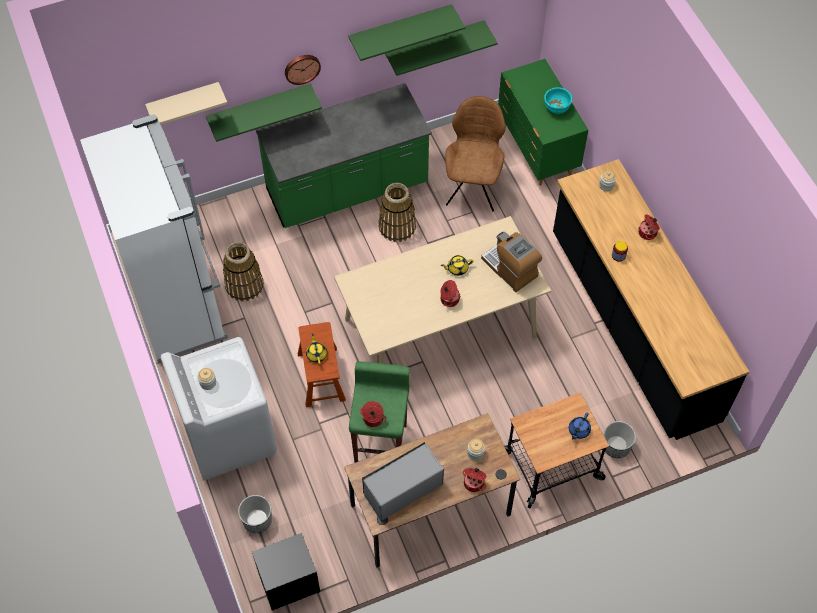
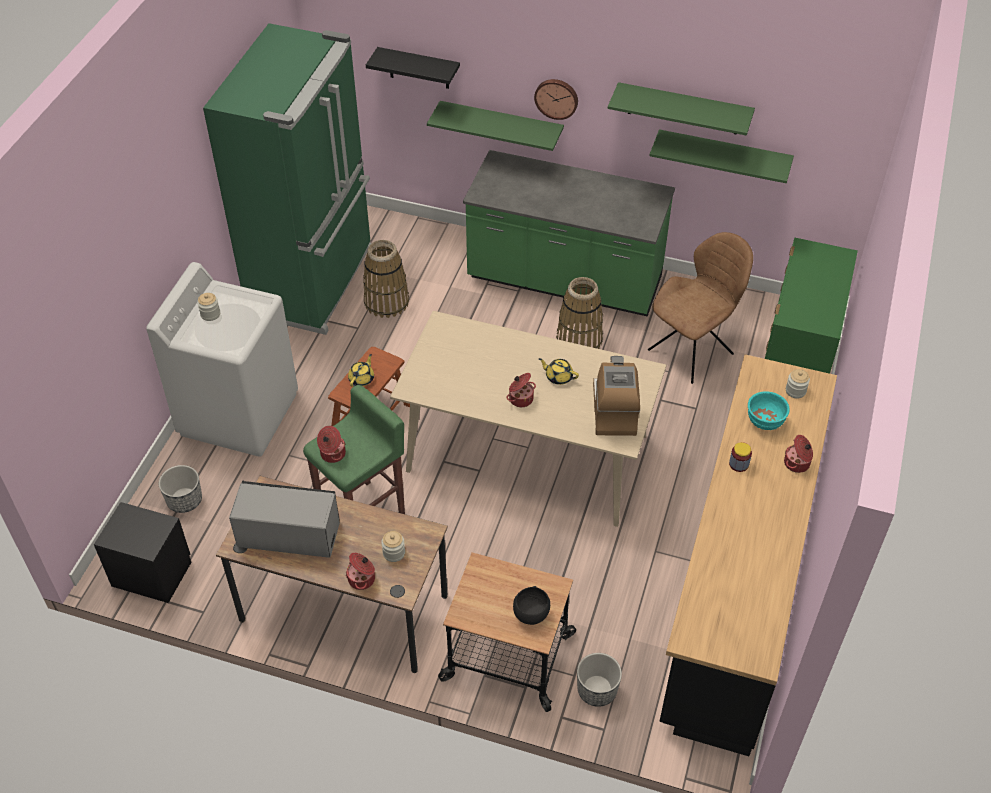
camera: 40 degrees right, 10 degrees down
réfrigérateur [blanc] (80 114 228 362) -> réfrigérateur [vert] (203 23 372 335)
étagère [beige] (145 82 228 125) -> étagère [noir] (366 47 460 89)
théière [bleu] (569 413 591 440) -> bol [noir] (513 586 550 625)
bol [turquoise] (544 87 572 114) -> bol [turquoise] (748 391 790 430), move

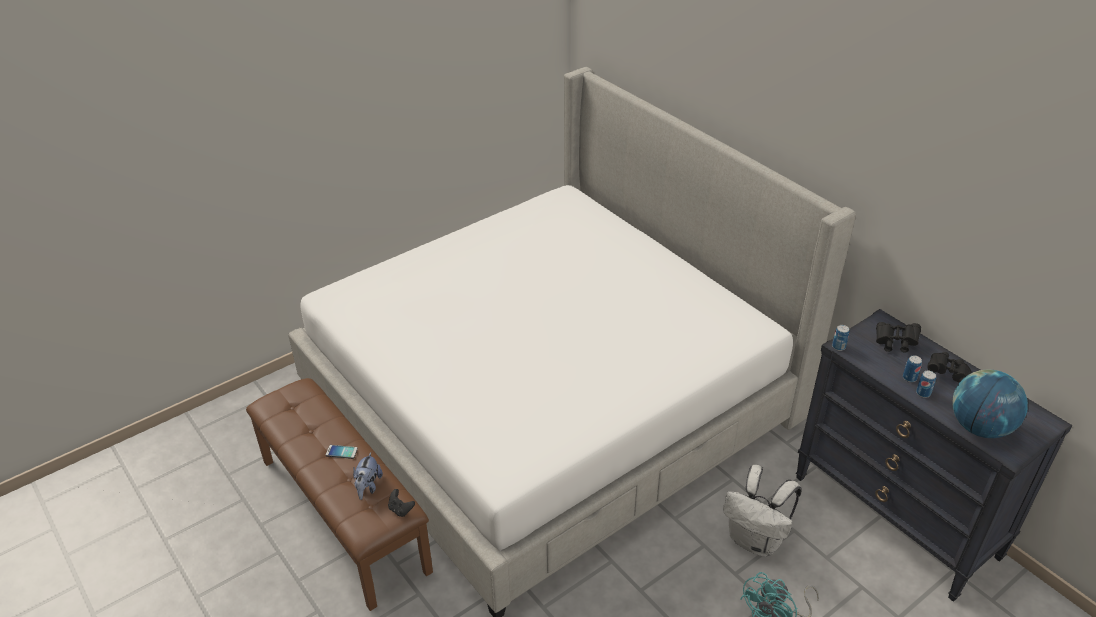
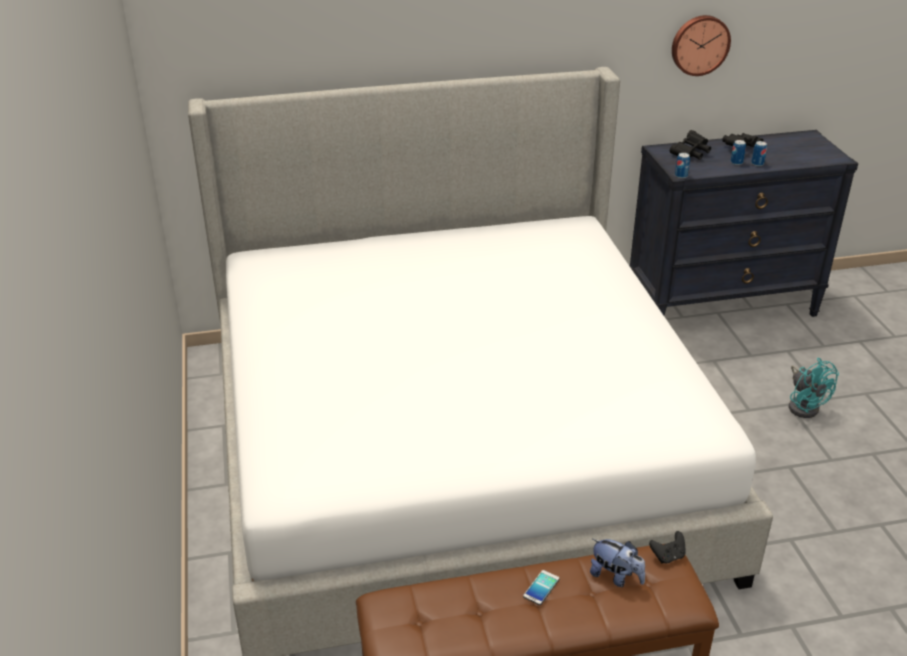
camera: 65 degrees left, 5 degrees down
none -> horloge murale (672 15 731 76)
sac à dos [blanc] (723 465 802 557) -> none
globe (952 369 1028 438) -> none

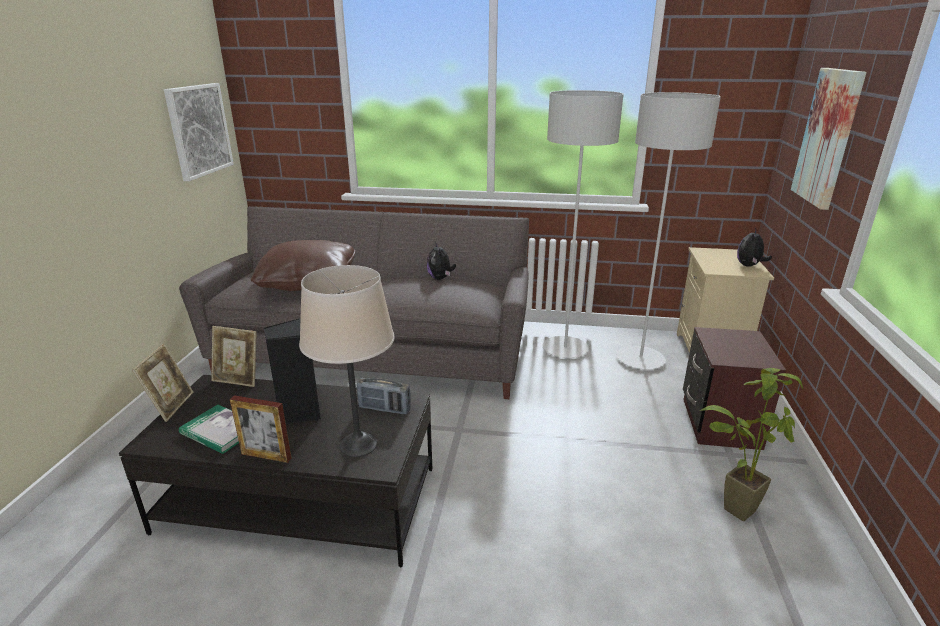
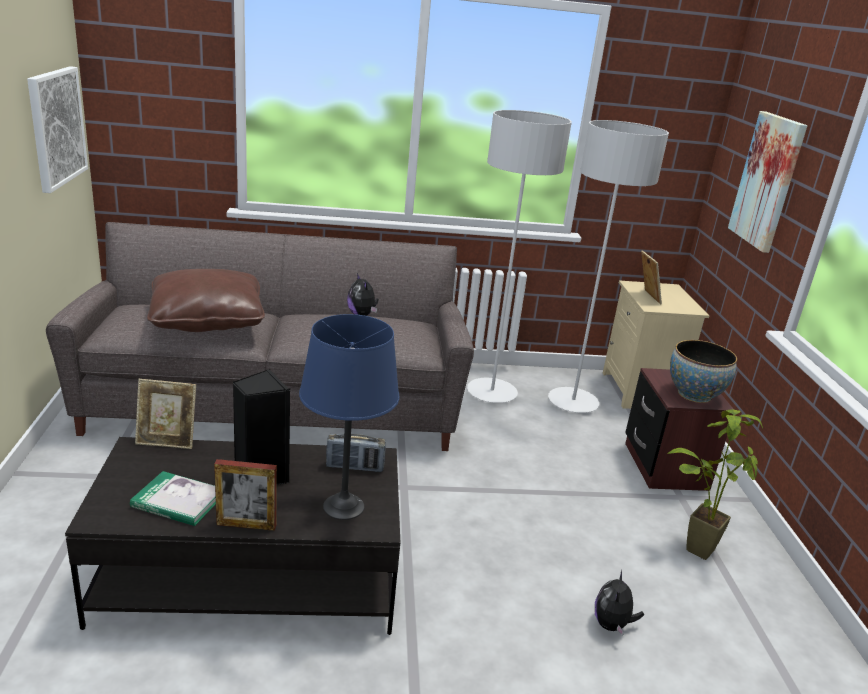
camera: 15 degrees left, 0 degrees up
lampe de table [beige] (299 265 395 457) -> lampe de table [bleu] (299 314 399 520)
peluche (737 229 772 267) -> peluche (595 571 644 636), move
cadre photo (132 344 193 422) -> cadre photo (641 250 662 304), move
none -> bol (670 340 737 403)

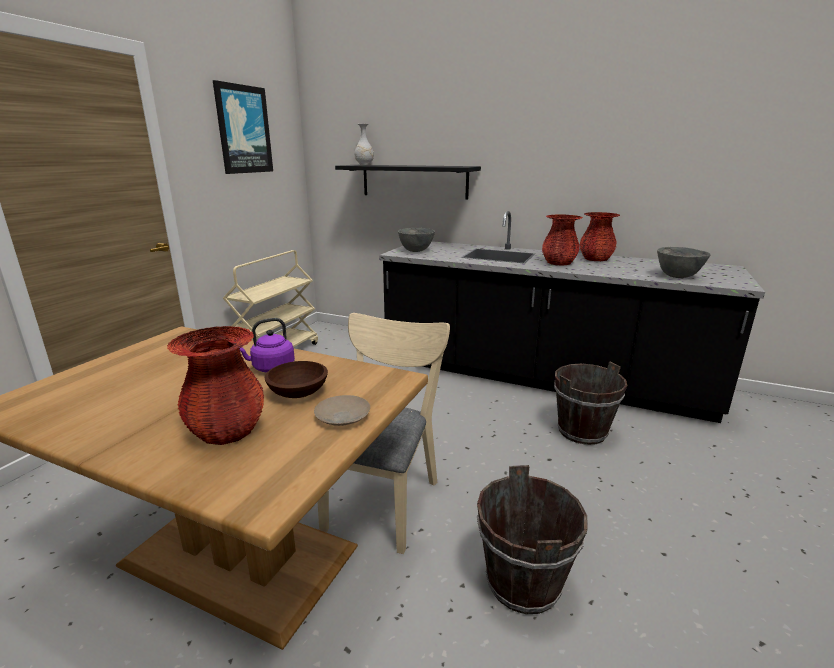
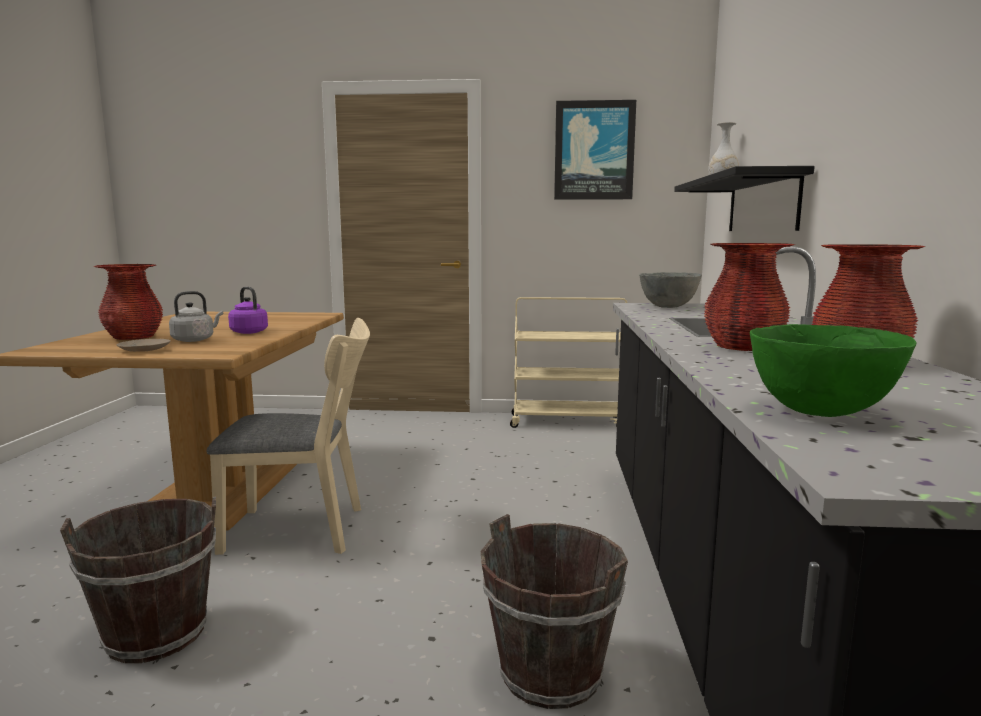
camera: 70 degrees right, 10 degrees down
bol [marron] (265 361 328 398) -> bouilloire [gris] (169 291 223 342)
bol [gris] (657 247 711 278) -> bol [vert] (750 324 917 417)

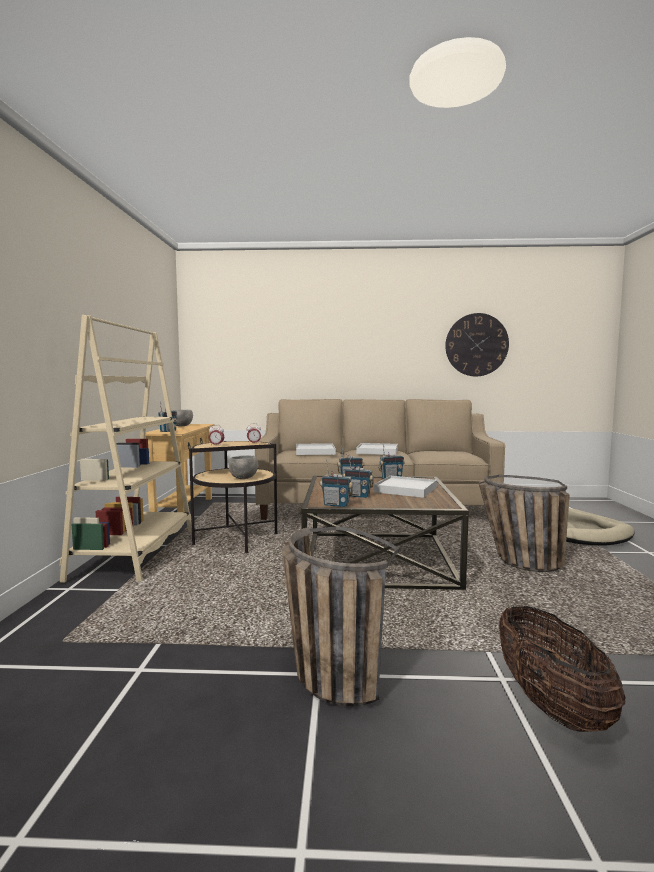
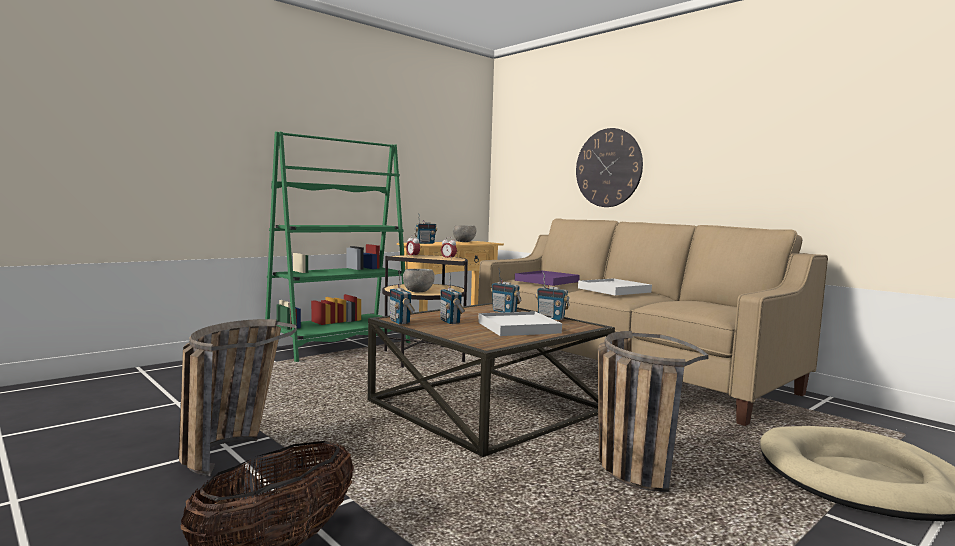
camera: 45 degrees right, 0 degrees up
bibliothèque [beige] (60 315 192 583) -> bibliothèque [vert] (265 131 410 362)
plateau [blanc] (296 443 336 455) -> plateau [violet] (515 271 580 286)
horloge murale (445 313 509 376) -> horloge murale (576 128 643 207), move

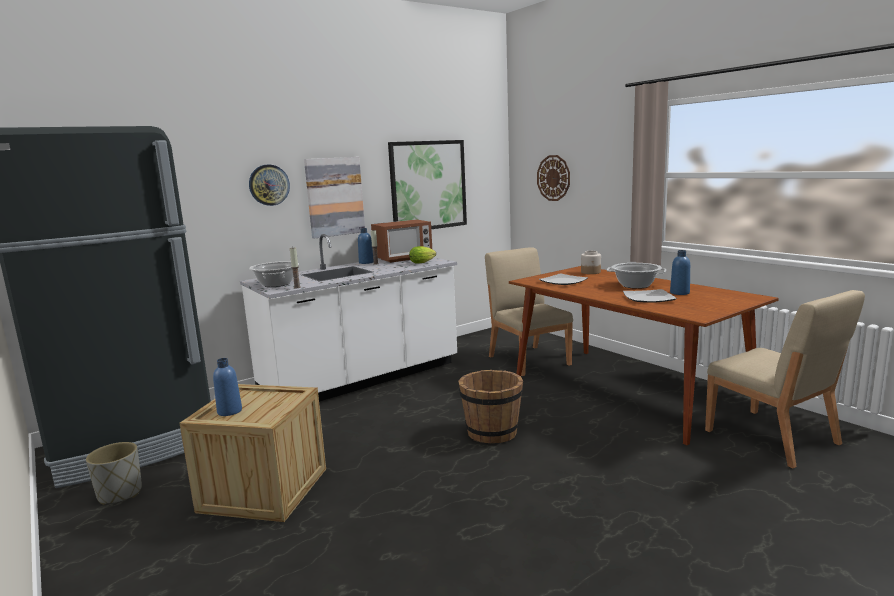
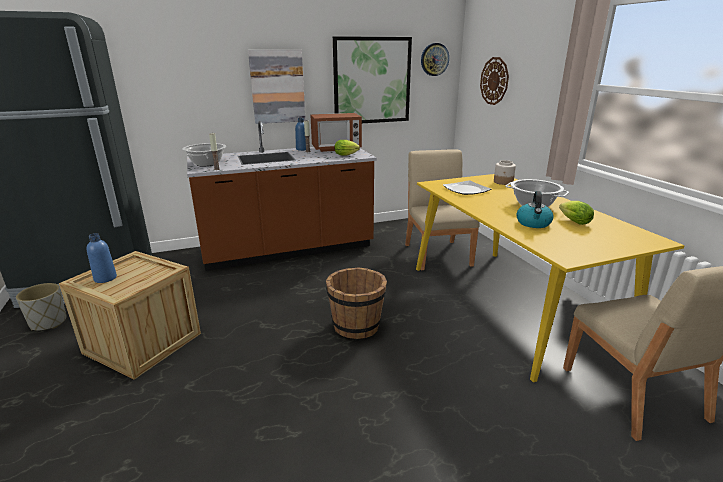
camera: 15 degrees right, 10 degrees up
comptoir de cuisine [blanc] (240 234 457 402) -> comptoir de cuisine [marron] (187 121 377 271)
table à manger [marron] (509 266 779 445) -> table à manger [jaune] (416 174 685 382)
horloge murale (249 164 290 206) -> horloge murale (421 43 449 76), move
assiette (623 289 677 303) -> bouilloire (516 191 553 228)
bouteille [bleu] (670 250 690 295) -> laitue (559 201 594 225)

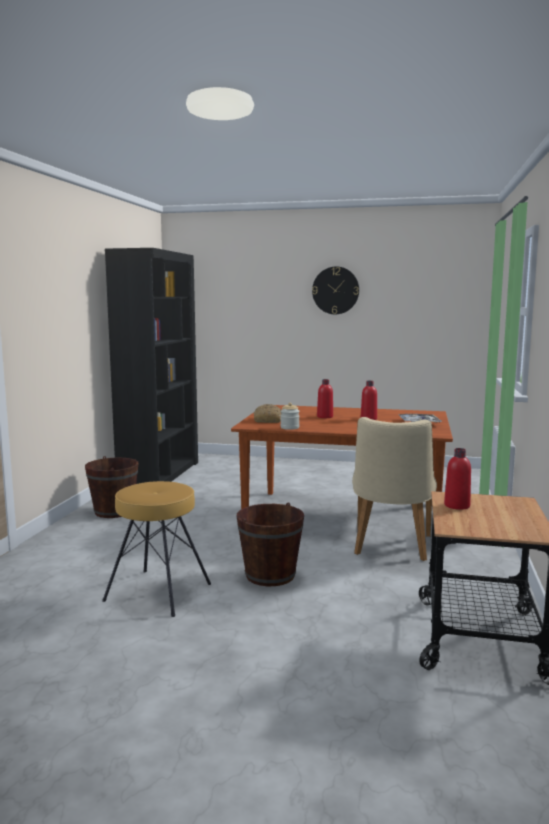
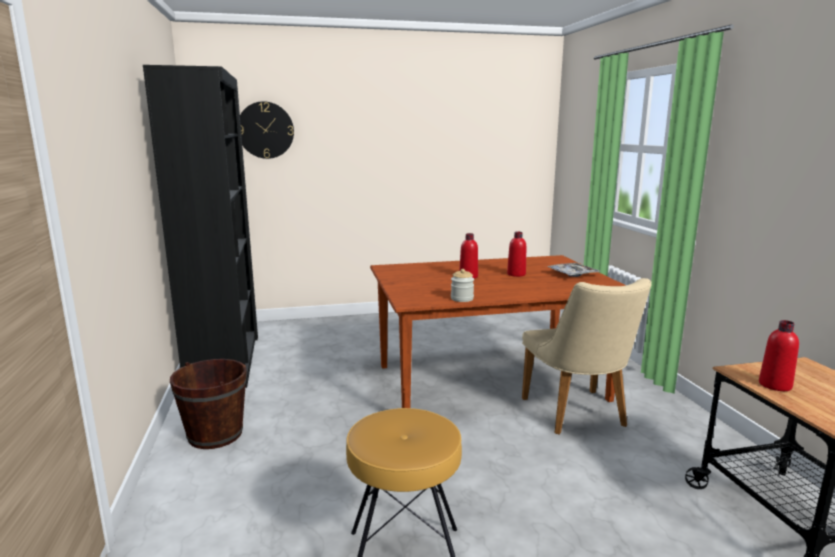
camera: 25 degrees left, 5 degrees up
horloge murale (312 267 359 314) -> horloge murale (240 101 294 159), move
seau [marron] (237 502 304 586) -> none
pain (254 404 281 423) -> none

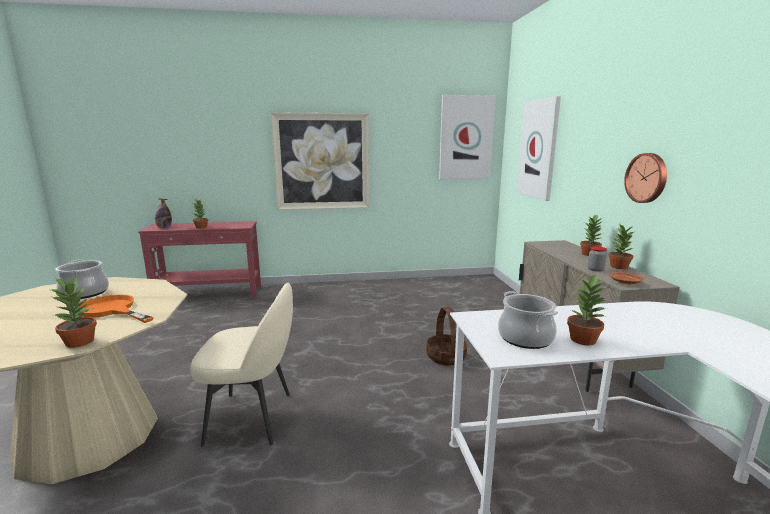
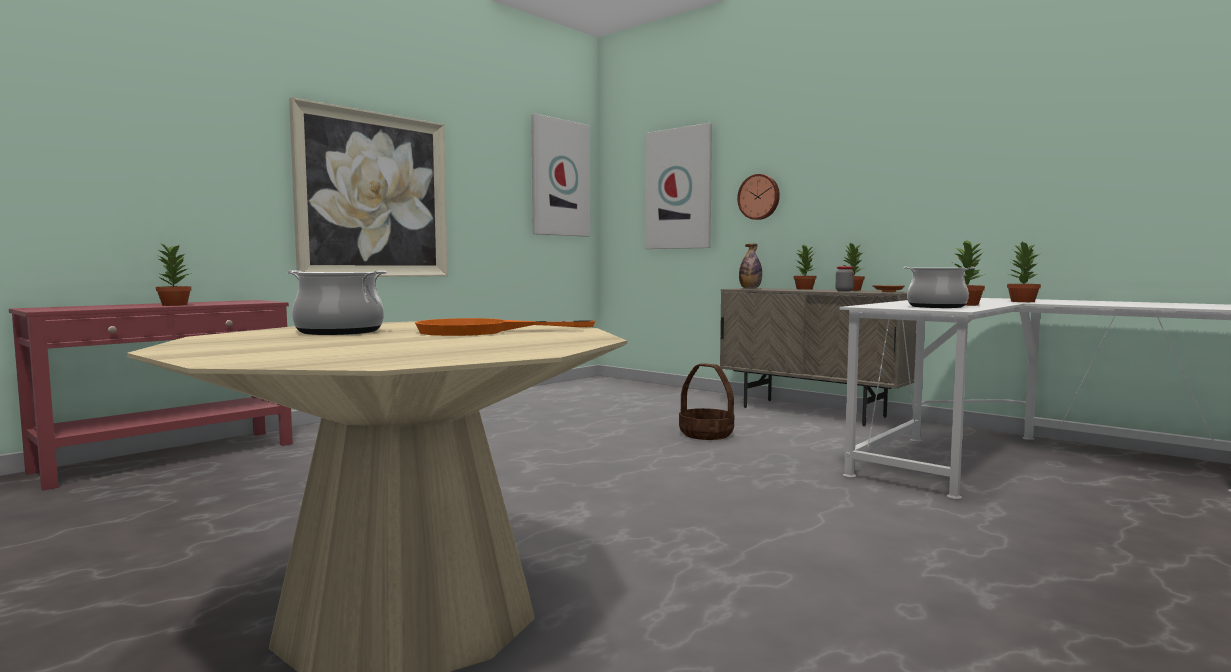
camera: 40 degrees left, 10 degrees down
horloge murale (624 153 667 203) -> horloge murale (737 174 780 220), move
bouteille (155 198 172 228) -> bouteille (739 244 762 289), move
plante en pot (48 277 97 348) -> plante en pot (1007 241 1041 302), move
chaise [beige] (190 283 293 447) -> none

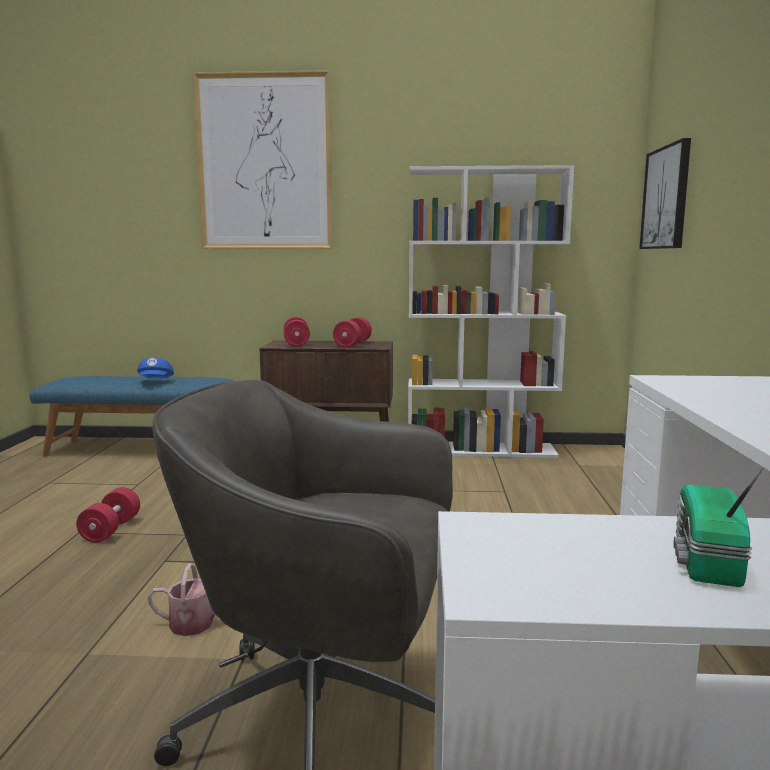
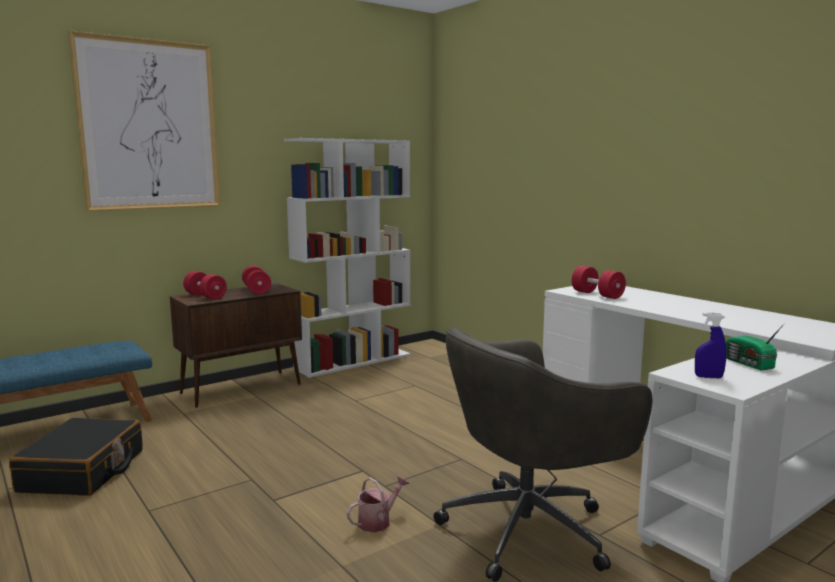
camera: 40 degrees left, 0 degrees up
none -> valise [noir] (9 418 143 496)
haltère [rouge] (76 487 140 543) -> haltère [rouge] (572 266 626 299), move
none -> vaporisateur [bleu] (695 313 727 378)
casquette [bleu] (137 357 174 378) -> none
tableau (639 138 691 249) -> none

